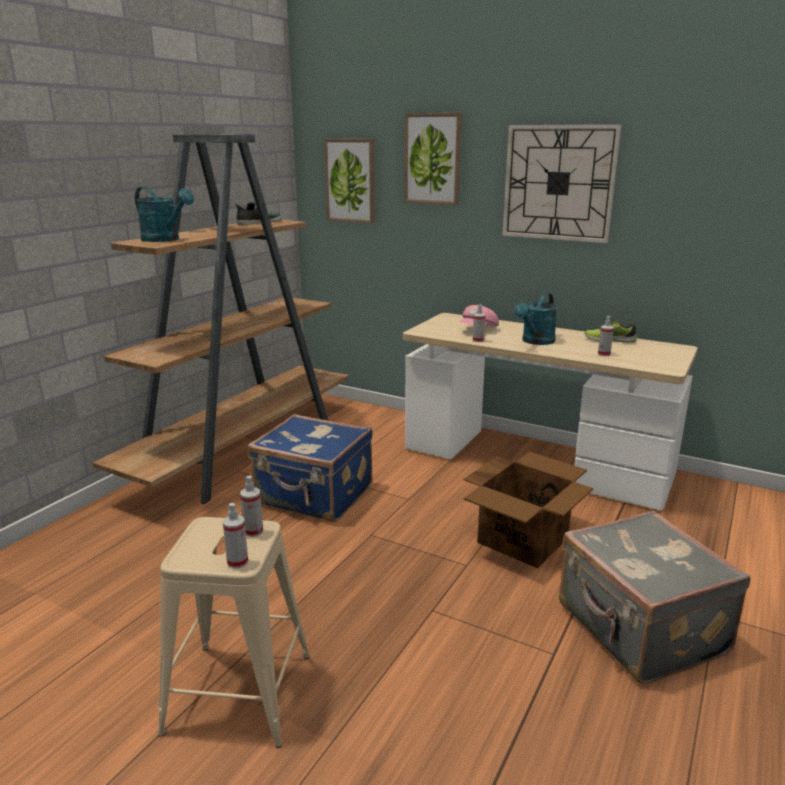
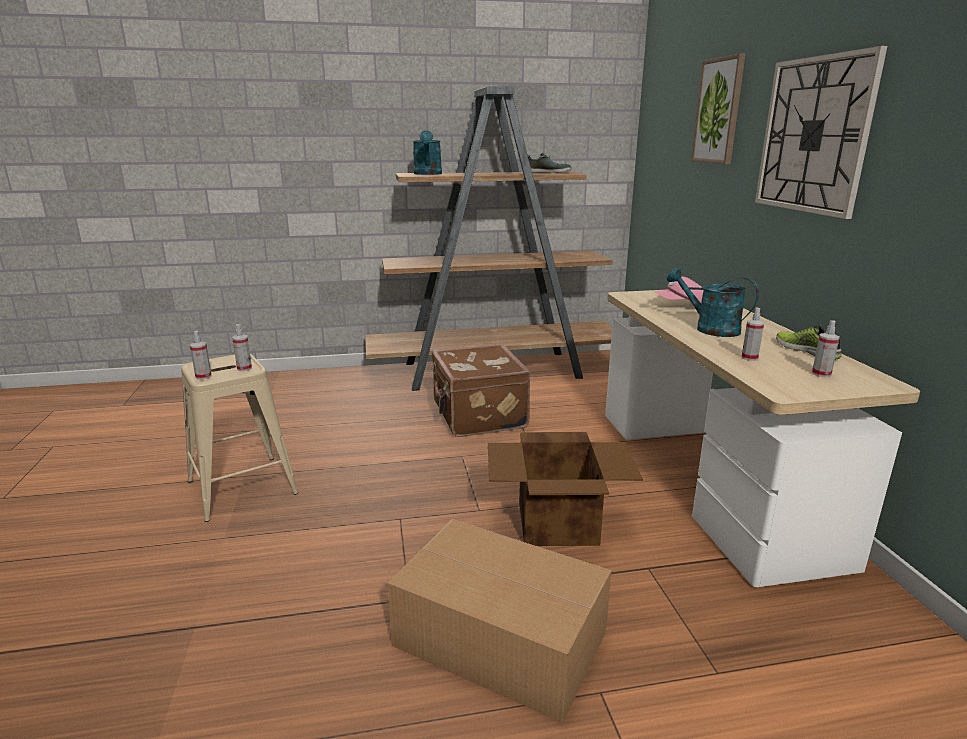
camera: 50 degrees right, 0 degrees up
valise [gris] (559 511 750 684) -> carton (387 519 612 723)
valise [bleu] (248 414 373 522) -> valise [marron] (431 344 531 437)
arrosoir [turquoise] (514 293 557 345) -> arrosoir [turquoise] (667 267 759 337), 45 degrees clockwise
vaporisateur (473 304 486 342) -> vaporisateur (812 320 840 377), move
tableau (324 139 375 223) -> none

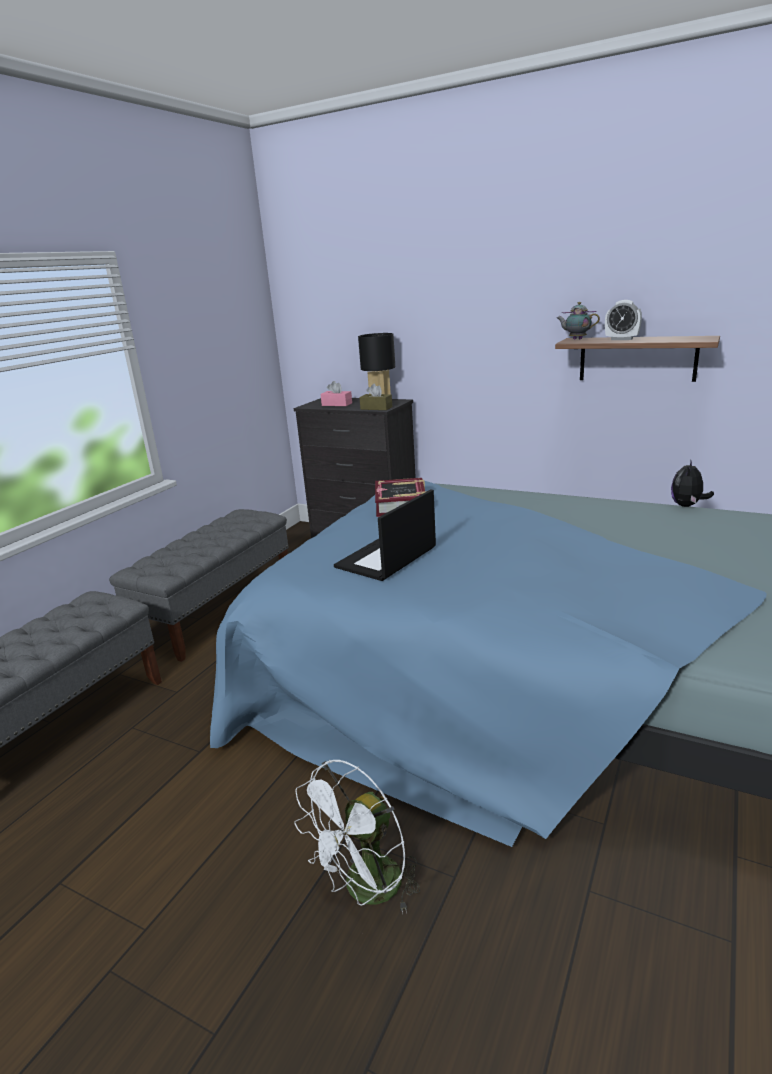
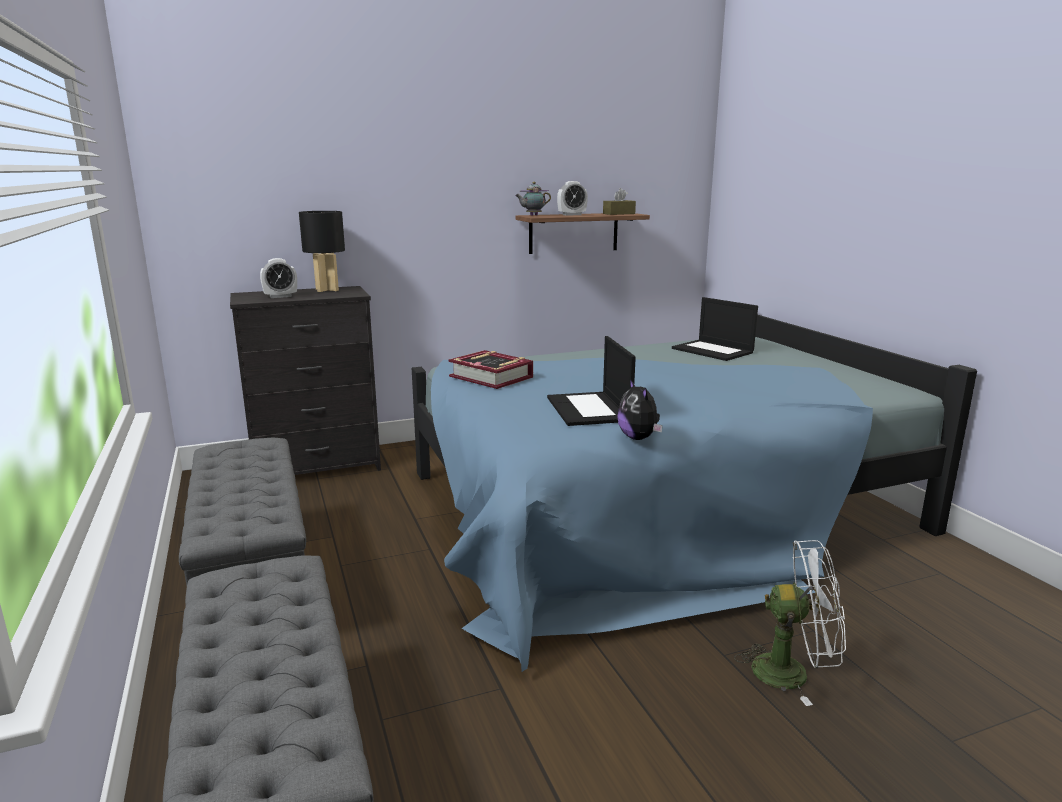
camera: 50 degrees left, 5 degrees down
boîte à mouchoirs [rose] (321 381 352 406) -> réveil (260 258 297 298)
boîte à mouchoirs [marron] (359 384 392 410) -> boîte à mouchoirs [marron] (603 188 636 215), move
peluche (671 459 714 507) -> peluche (617 379 663 440), move
none -> ordinateur portable (672 297 758 361)
ventilateur [blanc] (294 760 420 914) -> ventilateur [blanc] (734 540 846 706), 75 degrees counterclockwise

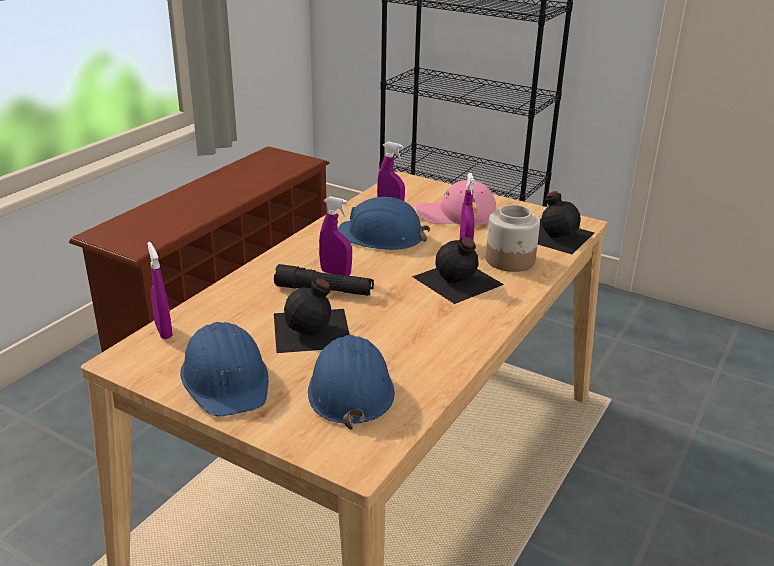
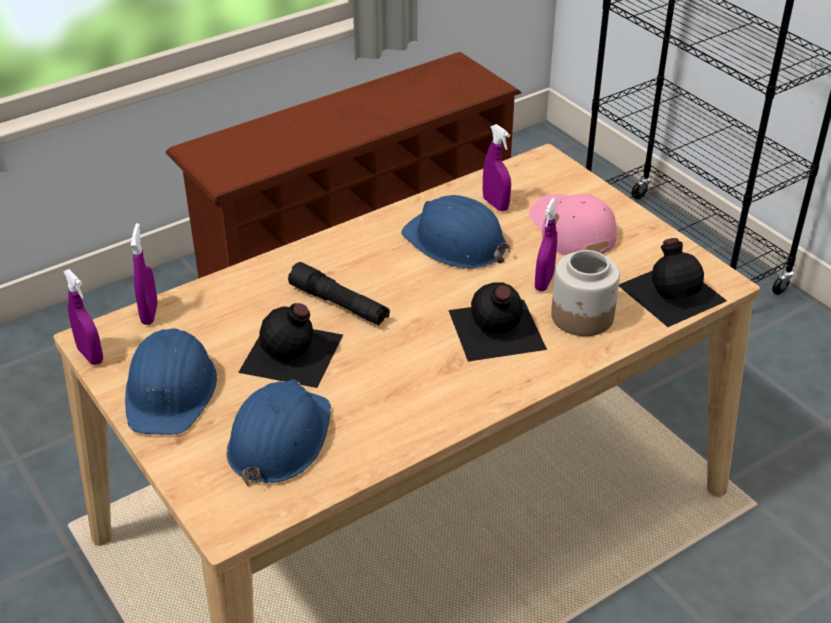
camera: 25 degrees right, 10 degrees up
vaporisateur [violet] (319 196 352 276) -> vaporisateur [violet] (63 269 103 365), move
casquette [rose] (416 180 497 225) -> casquette [rose] (529 194 617 255), 45 degrees clockwise

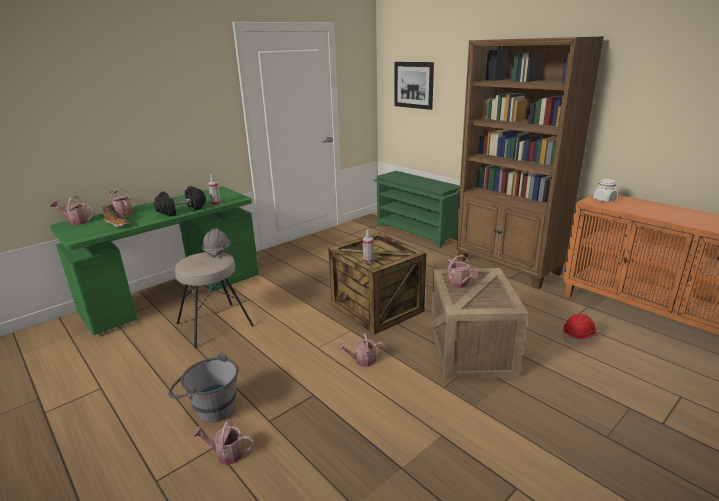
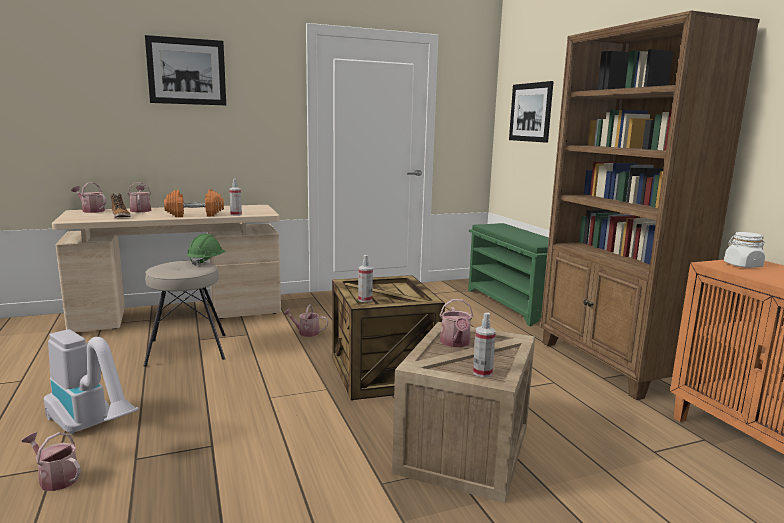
camera: 20 degrees right, 10 degrees down
seau [gris] (168 353 238 423) -> aspirateur (44 330 139 435)
bureau [vert] (50 187 259 335) -> bureau [beige] (52 205 281 333)
none -> tableau (145 35 226 105)
haltère [noir] (154 186 206 217) -> haltère [orange] (164 189 224 217)
casque de chantier [gris] (202 228 230 258) -> casque de chantier [vert] (187 234 226 266)
arrosoir (337 333 385 367) -> arrosoir (283 304 328 337), move
none -> vaporisateur (473 313 496 377)
casque de chantier [rouge] (563 314 598 344) -> none

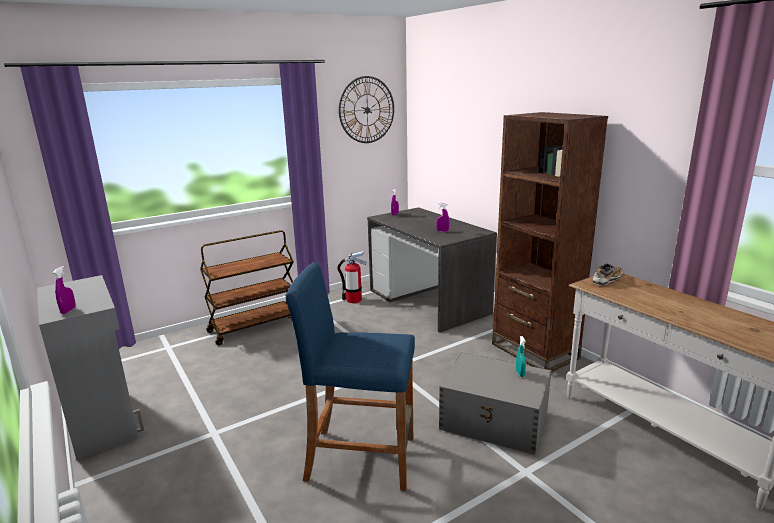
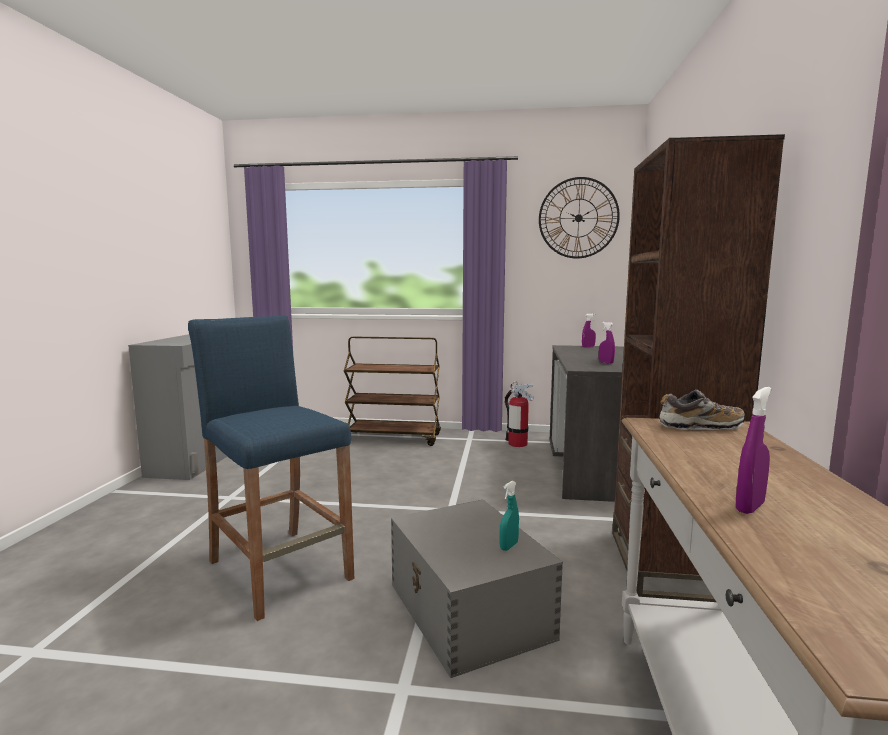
camera: 40 degrees right, 10 degrees down
vaporisateur [violet] (53 266 76 314) -> vaporisateur [violet] (736 387 772 514), move

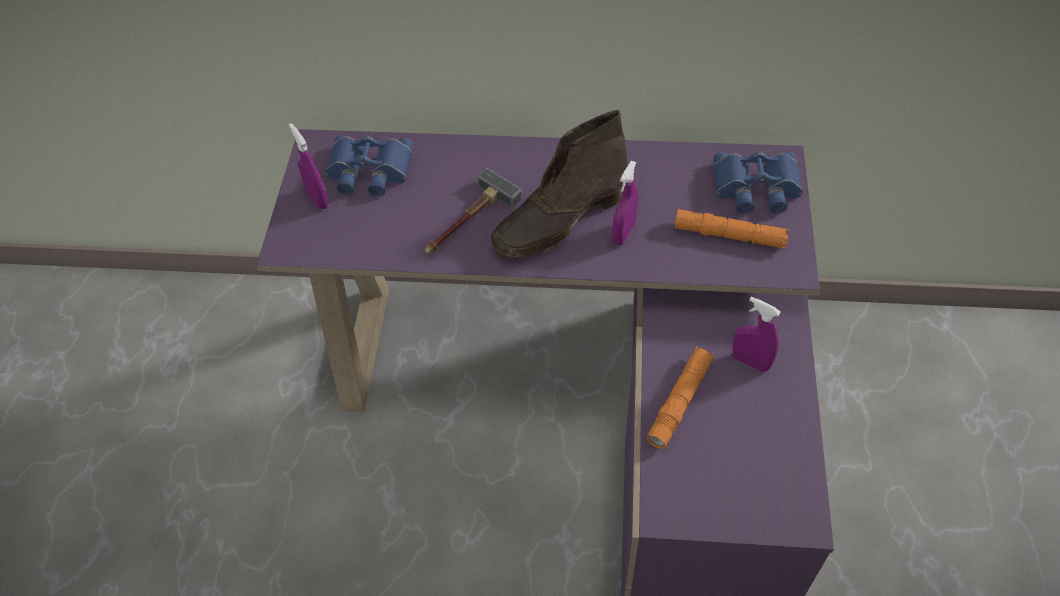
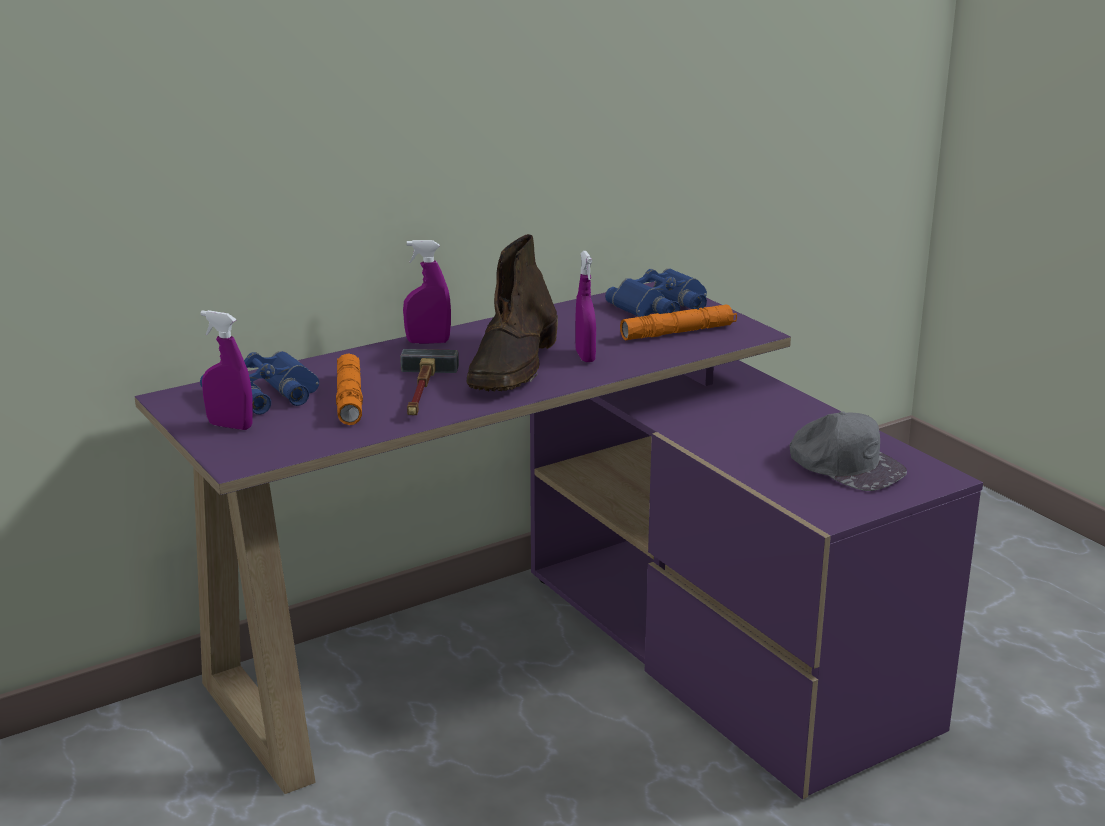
camera: 40 degrees left, 30 degrees down
lampe de poche [orange] (646 346 715 449) -> lampe de poche [orange] (336 353 363 425), move
vaporisateur [violet] (732 297 781 372) -> vaporisateur [violet] (403 240 451 344), move
none -> casquette [gris] (790 412 907 491)

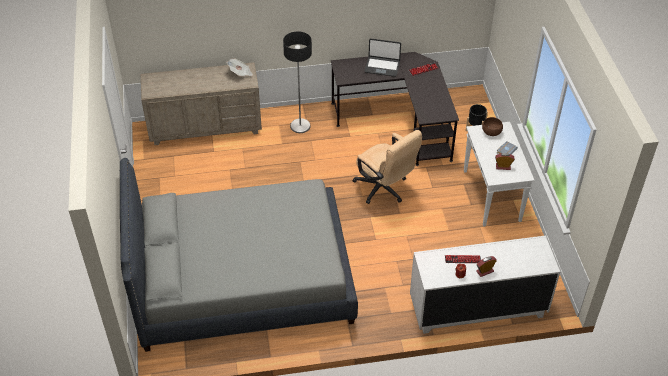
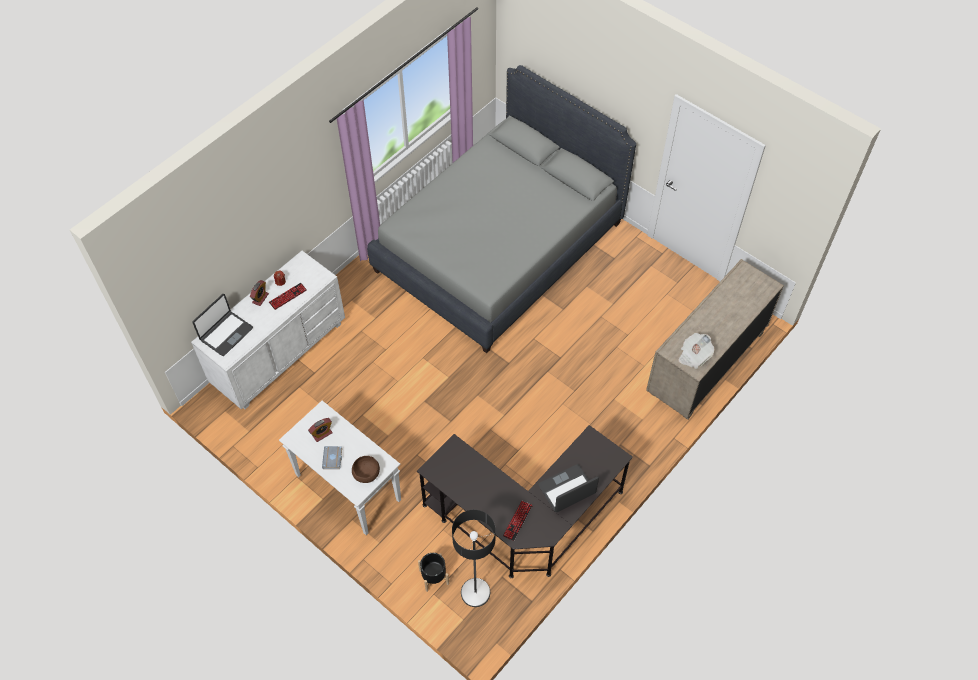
camera: 140 degrees right, 10 degrees up
none -> ordinateur portable (192 294 253 356)
lampadaire (283 31 312 133) -> lampadaire (452 510 496 607), move
chaise de bureau [beige] (353 130 422 204) -> none

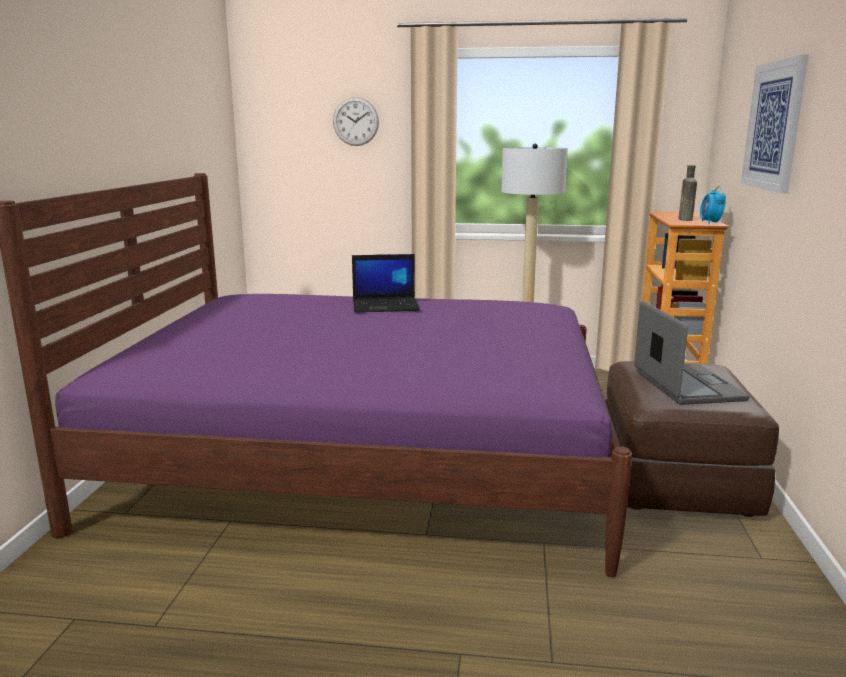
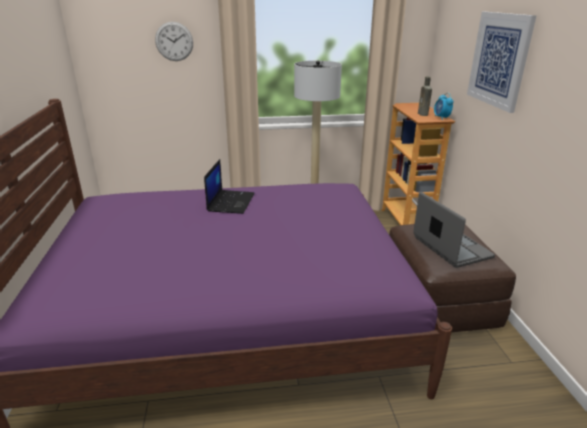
camera: 15 degrees left, 10 degrees up
ordinateur portable (352 254 420 313) -> ordinateur portable (204 159 255 214), 60 degrees counterclockwise

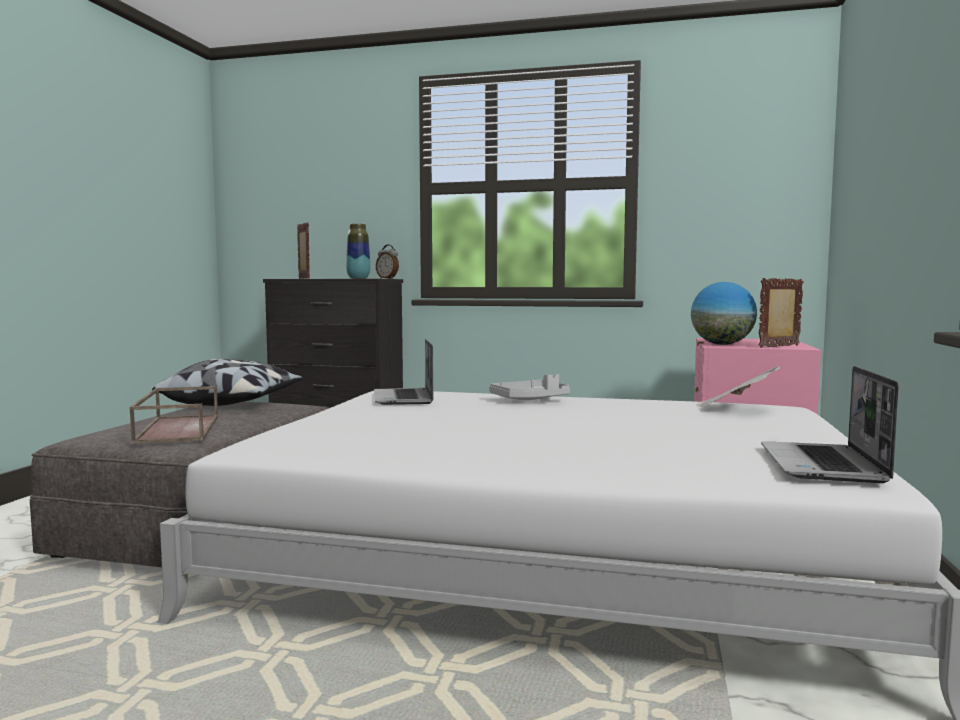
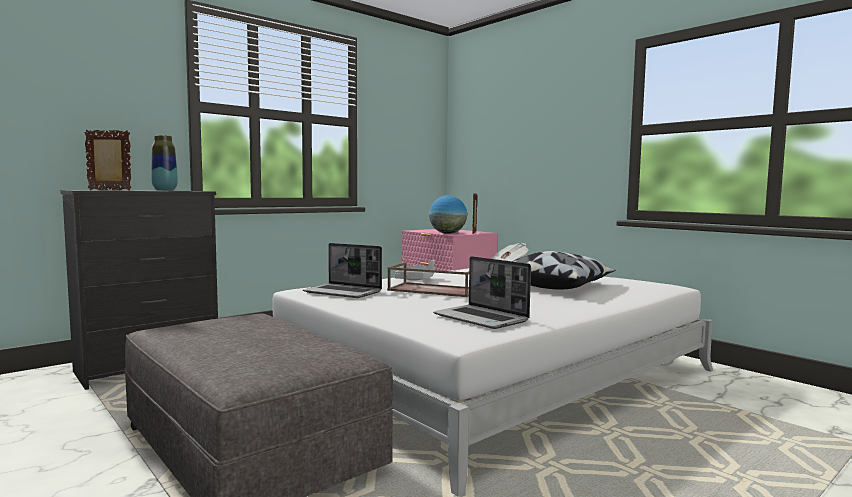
camera: 55 degrees left, 0 degrees up
plateau [marron] (129 386 218 444) -> plateau [marron] (387 262 469 297), move
ordinateur portable (761 366 899 483) -> ordinateur portable (433 256 531 329), move
coussin (152 359 303 406) -> coussin (513 251 615 290), move
réveil (376 244 399 279) -> none

